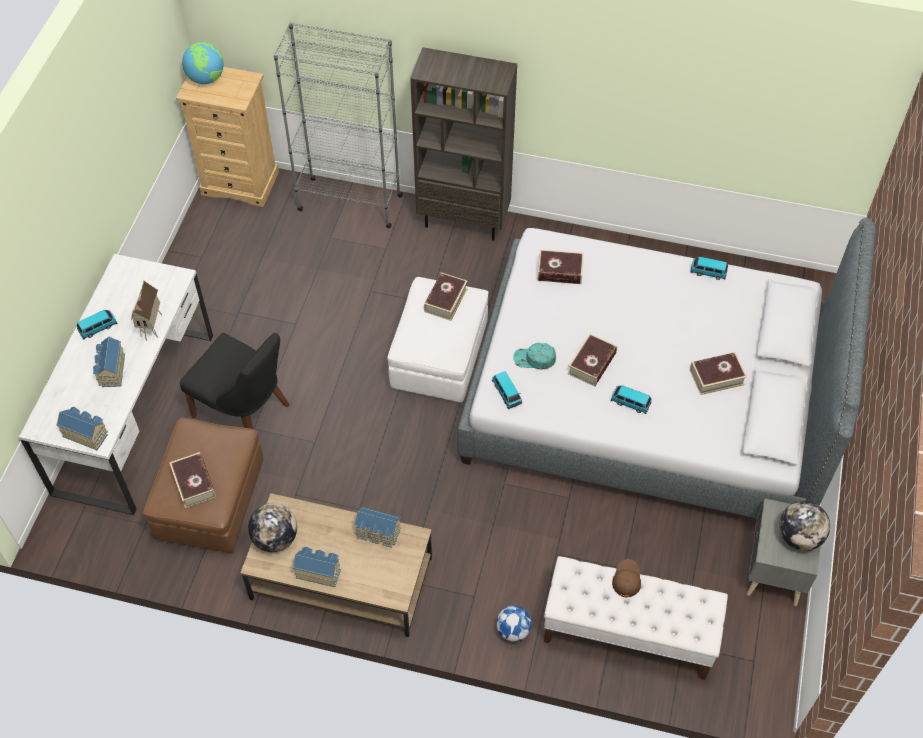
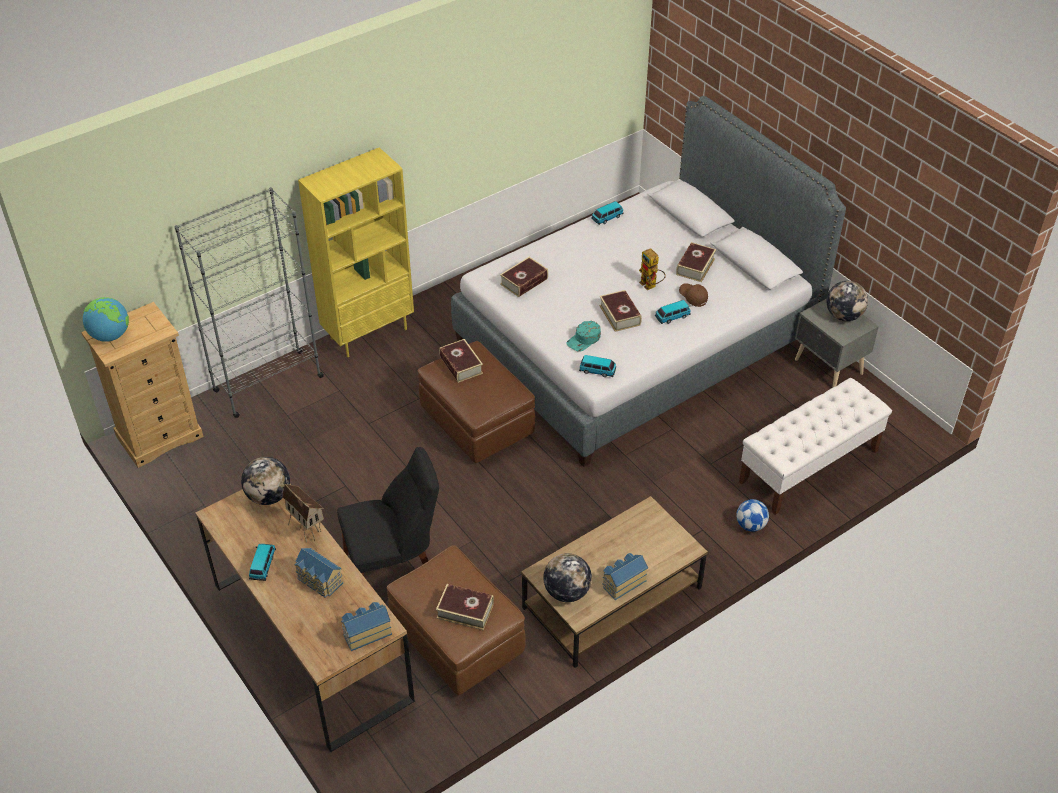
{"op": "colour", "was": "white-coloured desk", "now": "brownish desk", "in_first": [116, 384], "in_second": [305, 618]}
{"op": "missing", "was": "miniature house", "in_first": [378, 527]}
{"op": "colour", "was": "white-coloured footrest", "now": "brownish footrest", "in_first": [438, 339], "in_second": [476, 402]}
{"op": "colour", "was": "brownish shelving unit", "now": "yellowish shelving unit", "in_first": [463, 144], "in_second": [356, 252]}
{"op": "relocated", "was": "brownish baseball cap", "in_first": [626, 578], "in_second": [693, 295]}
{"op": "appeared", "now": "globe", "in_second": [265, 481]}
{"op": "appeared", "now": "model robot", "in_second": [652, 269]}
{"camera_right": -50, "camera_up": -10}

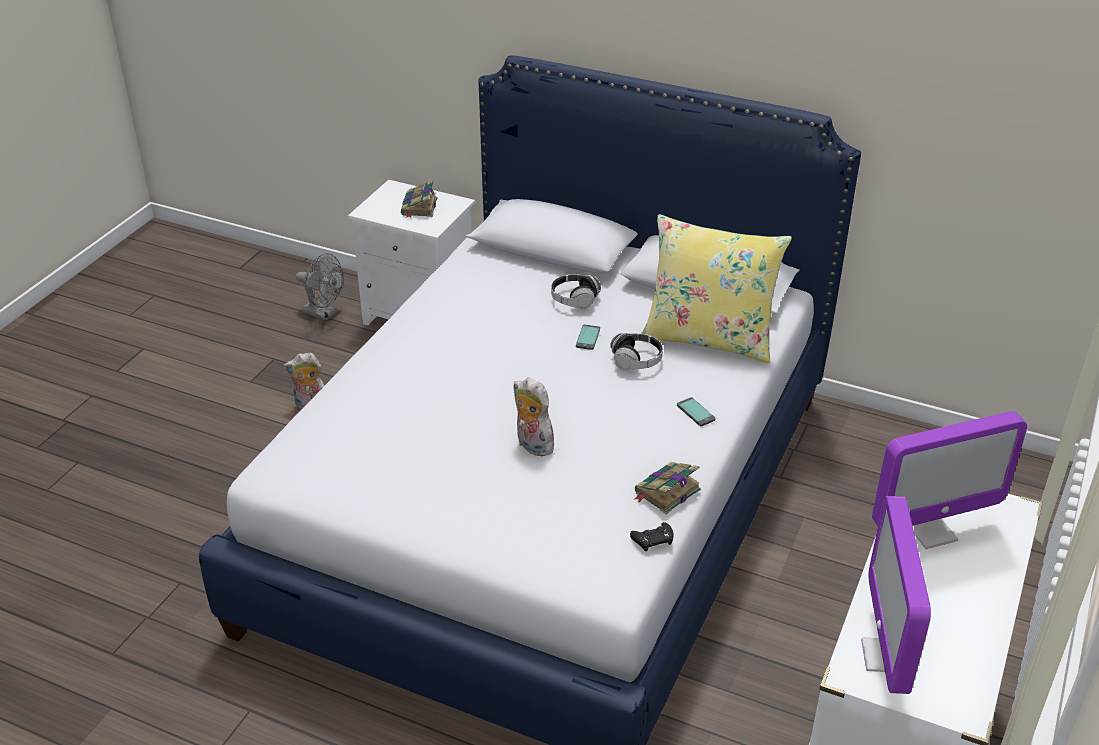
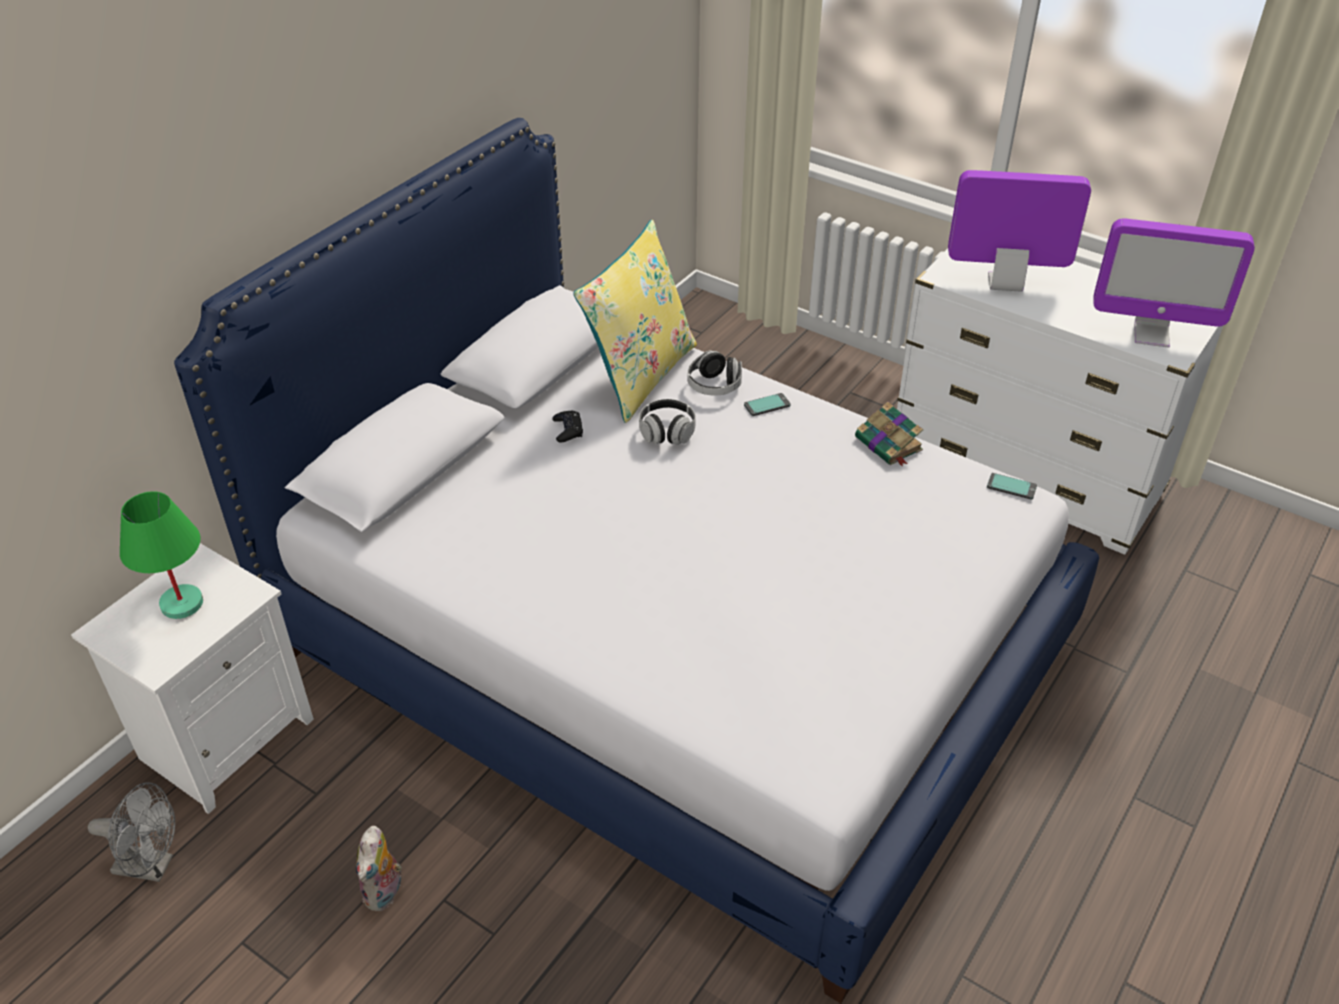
{"op": "spun", "was": "grey cooling fan", "in_first": [320, 287], "in_second": [131, 832], "clockwise": 60}
{"op": "exchanged", "was": "book", "now": "green-coloured lamp for a table", "in_first": [419, 199], "in_second": [161, 555]}
{"op": "missing", "was": "plush toy", "in_first": [535, 417]}
{"op": "relocated", "was": "headset", "in_first": [576, 291], "in_second": [714, 373]}
{"op": "relocated", "was": "telephone", "in_first": [588, 337], "in_second": [1012, 486]}
{"op": "relocated", "was": "black-coloured gamepad", "in_first": [651, 536], "in_second": [567, 426]}
{"op": "spun", "was": "monitor", "in_first": [949, 480], "in_second": [1019, 231], "clockwise": -75}
{"camera_right": -80, "camera_up": 5}

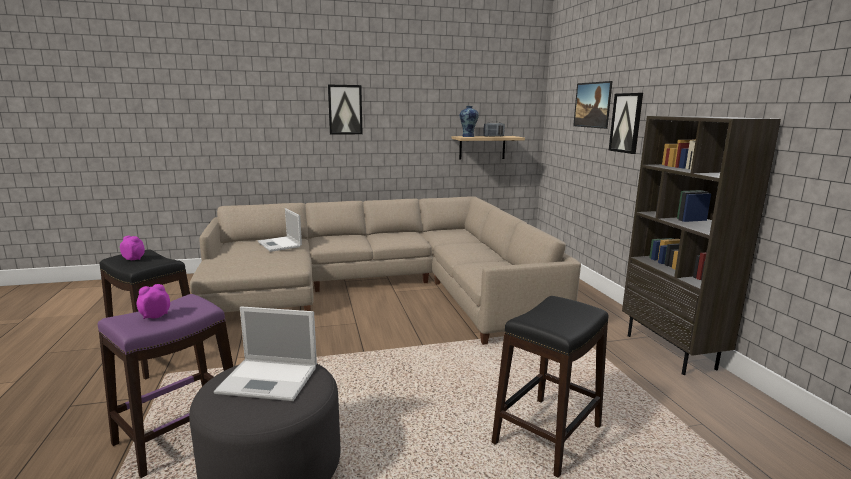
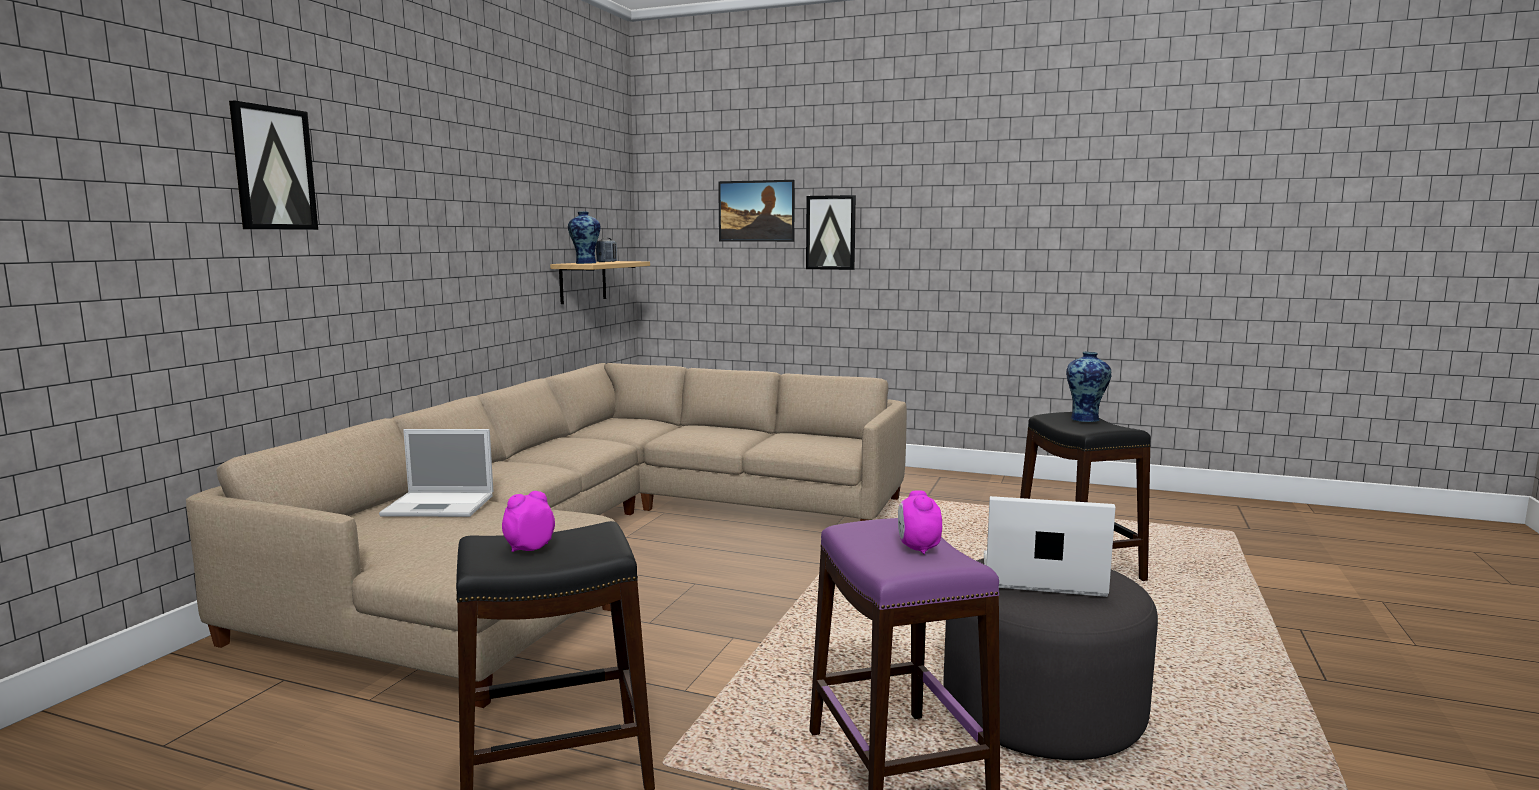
{"op": "spun", "was": "notebook computer", "in_first": [265, 353], "in_second": [1049, 546], "clockwise": -120}
{"op": "relocated", "was": "wall art", "in_first": [345, 109], "in_second": [273, 165]}
{"op": "missing", "was": "brownish shelving unit", "in_first": [701, 245]}
{"op": "appeared", "now": "vase", "in_second": [1088, 387]}
{"camera_right": -55, "camera_up": -5}

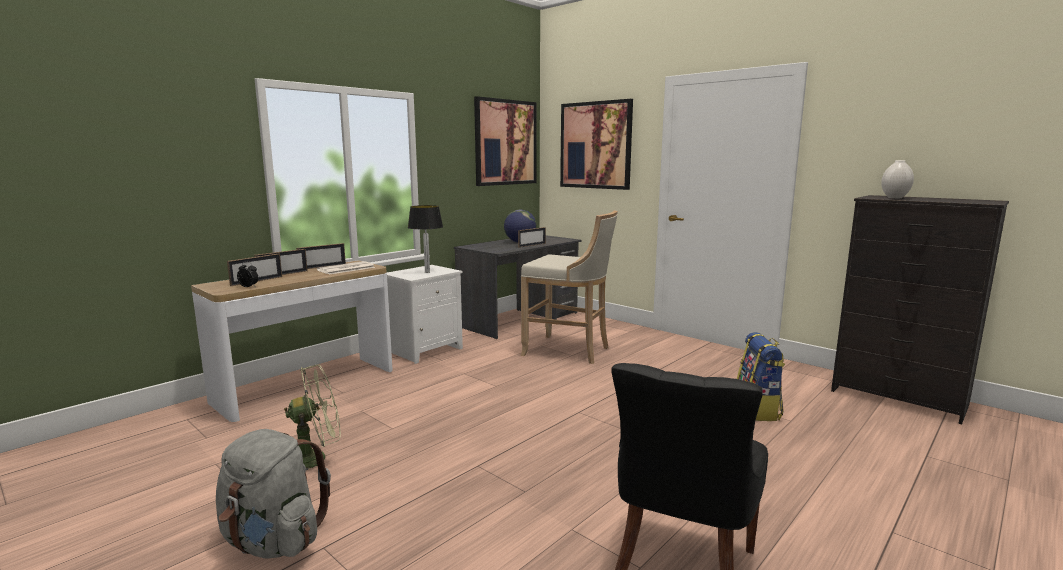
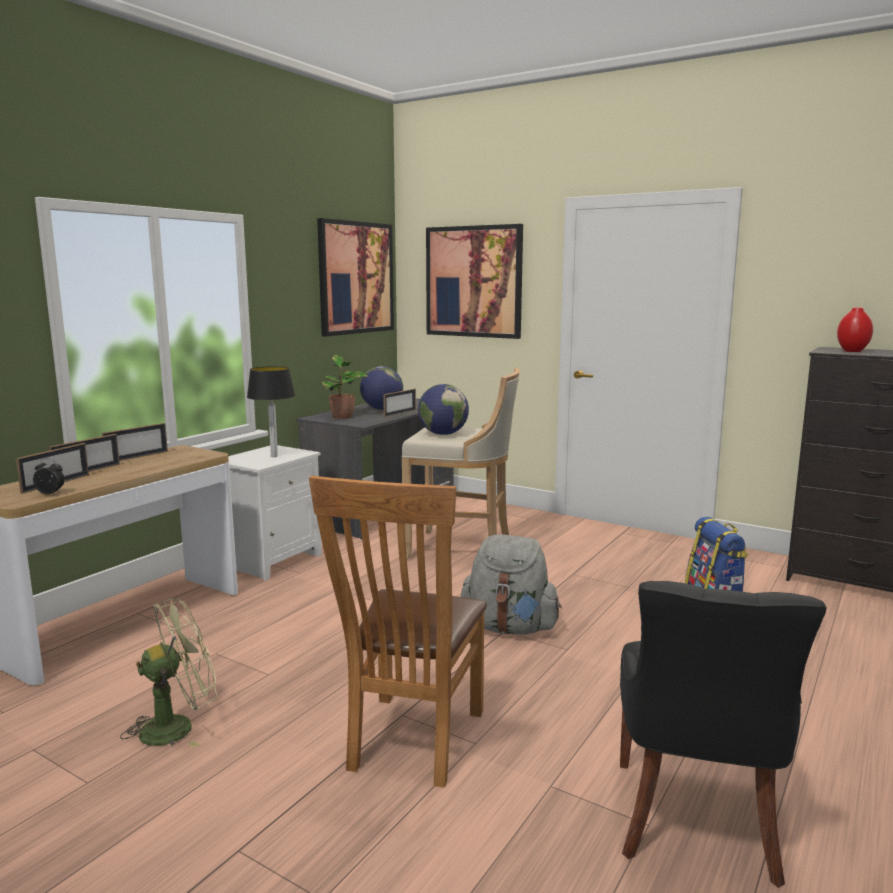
{"op": "relocated", "was": "grey backpack", "in_first": [273, 494], "in_second": [511, 584]}
{"op": "missing", "was": "daily paper", "in_first": [346, 268]}
{"op": "colour", "was": "white-coloured vase", "now": "red-coloured vase", "in_first": [897, 179], "in_second": [855, 330]}
{"op": "appeared", "now": "brownish plain chair", "in_second": [398, 632]}
{"op": "appeared", "now": "potted plant", "in_second": [344, 387]}
{"op": "appeared", "now": "globe", "in_second": [443, 409]}
{"camera_right": -10, "camera_up": 0}

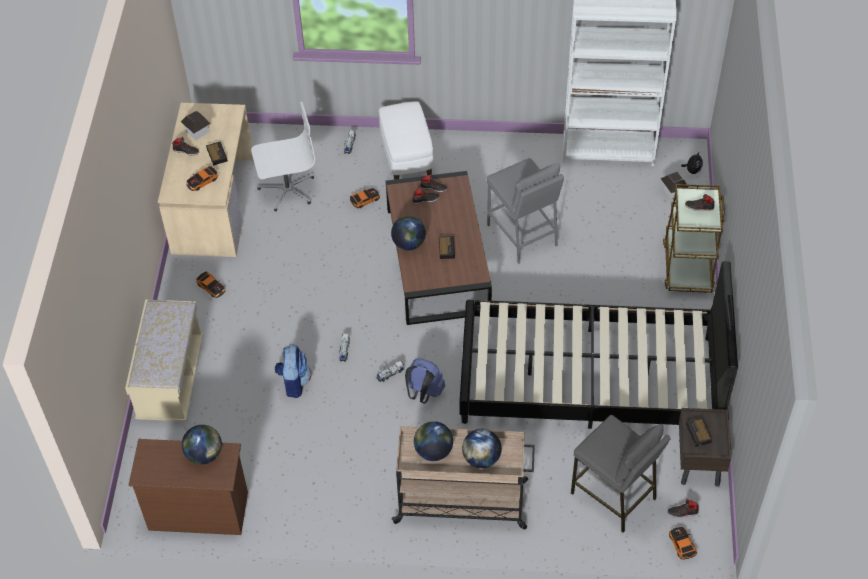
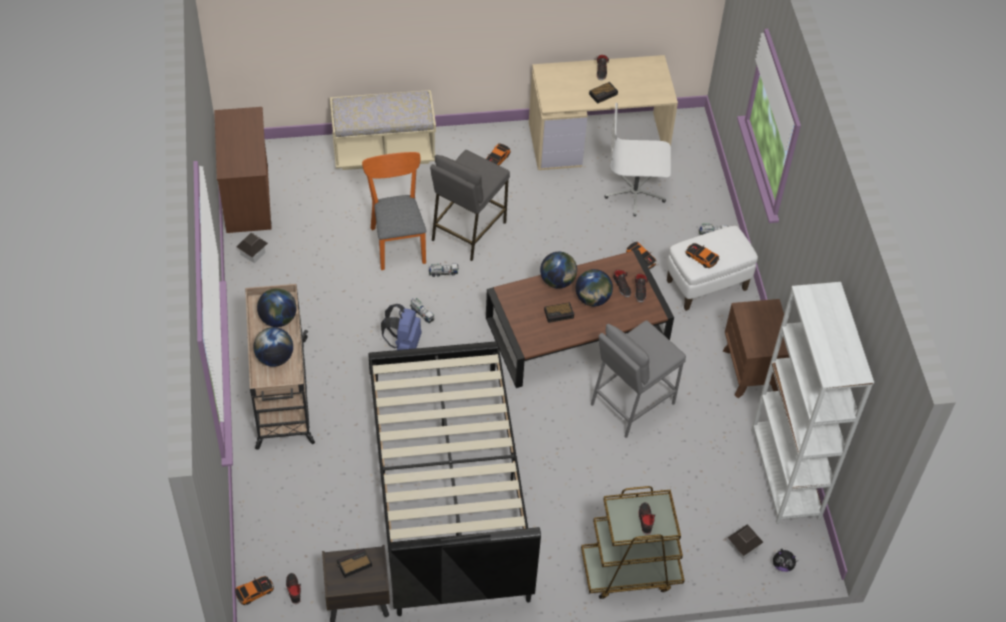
{"op": "relocated", "was": "miniature house", "in_first": [196, 125], "in_second": [252, 247]}
{"op": "relocated", "was": "globe", "in_first": [202, 445], "in_second": [594, 288]}
{"op": "relocated", "was": "toy car", "in_first": [202, 178], "in_second": [702, 255]}
{"op": "spun", "was": "white-coloured office chair", "in_first": [283, 156], "in_second": [638, 160], "clockwise": 120}
{"op": "exchanged", "was": "backpack", "now": "orangey plain chair", "in_first": [293, 371], "in_second": [394, 211]}
{"op": "relocated", "was": "grey stool", "in_first": [621, 474], "in_second": [470, 205]}
{"op": "appeared", "now": "brownish nightstand", "in_second": [756, 348]}
{"camera_right": 75, "camera_up": 0}

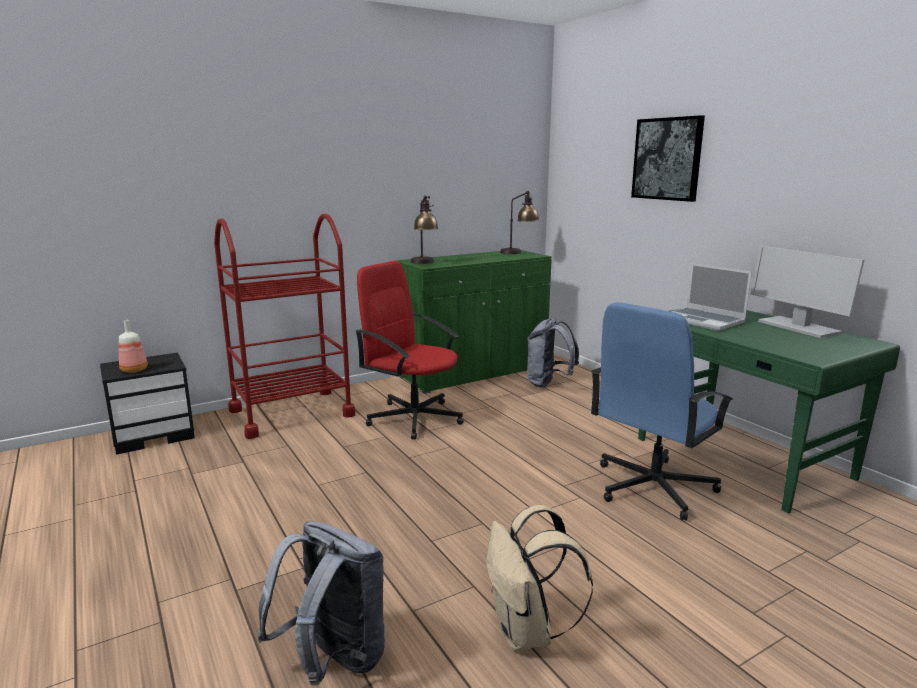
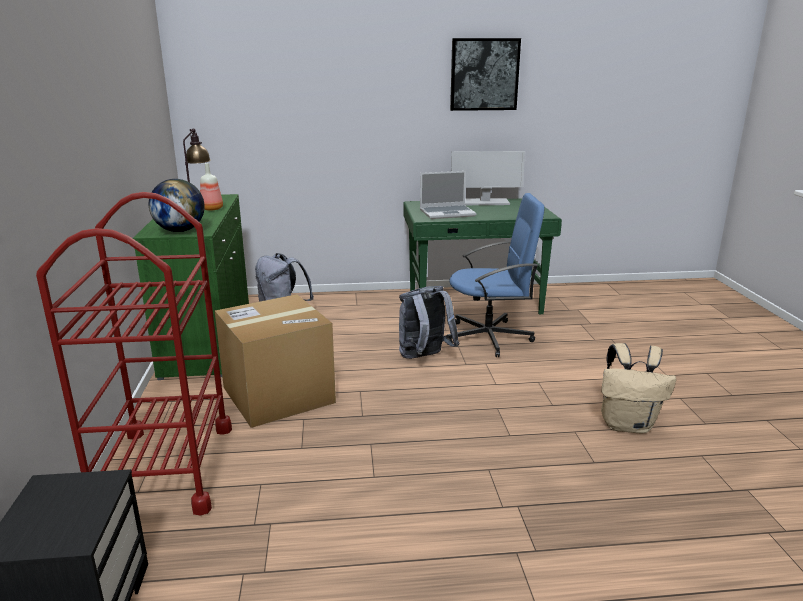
{"op": "relocated", "was": "drink bottle", "in_first": [133, 346], "in_second": [211, 187]}
{"op": "relocated", "was": "grey backpack", "in_first": [321, 603], "in_second": [429, 322]}
{"op": "exchanged", "was": "red-coloured office chair", "now": "packing box", "in_first": [409, 350], "in_second": [275, 361]}
{"op": "exchanged", "was": "lamp for a table", "now": "globe", "in_first": [424, 229], "in_second": [177, 205]}
{"op": "spun", "was": "blue-coloured office chair", "in_first": [662, 411], "in_second": [496, 275], "clockwise": -75}
{"op": "relocated", "was": "wall art", "in_first": [668, 158], "in_second": [485, 74]}
{"camera_right": -65, "camera_up": 5}

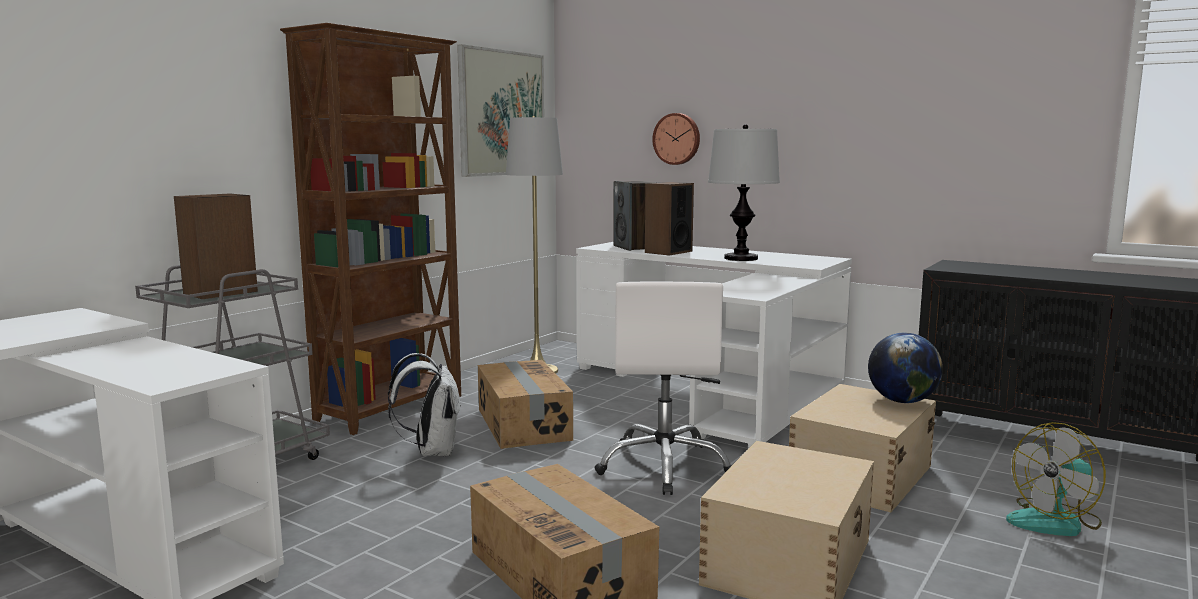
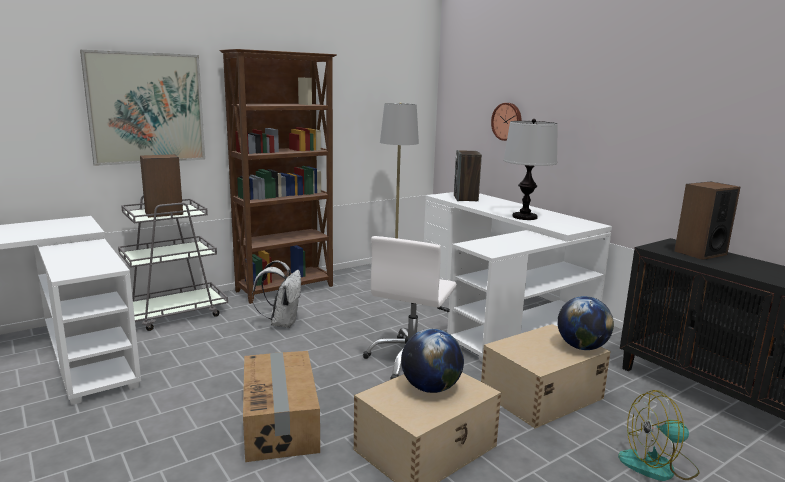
{"op": "relocated", "was": "wall art", "in_first": [500, 110], "in_second": [142, 108]}
{"op": "missing", "was": "packing box", "in_first": [525, 404]}
{"op": "relocated", "was": "audio speaker", "in_first": [669, 219], "in_second": [707, 221]}
{"op": "appeared", "now": "globe", "in_second": [432, 361]}
{"camera_right": 20, "camera_up": 5}

